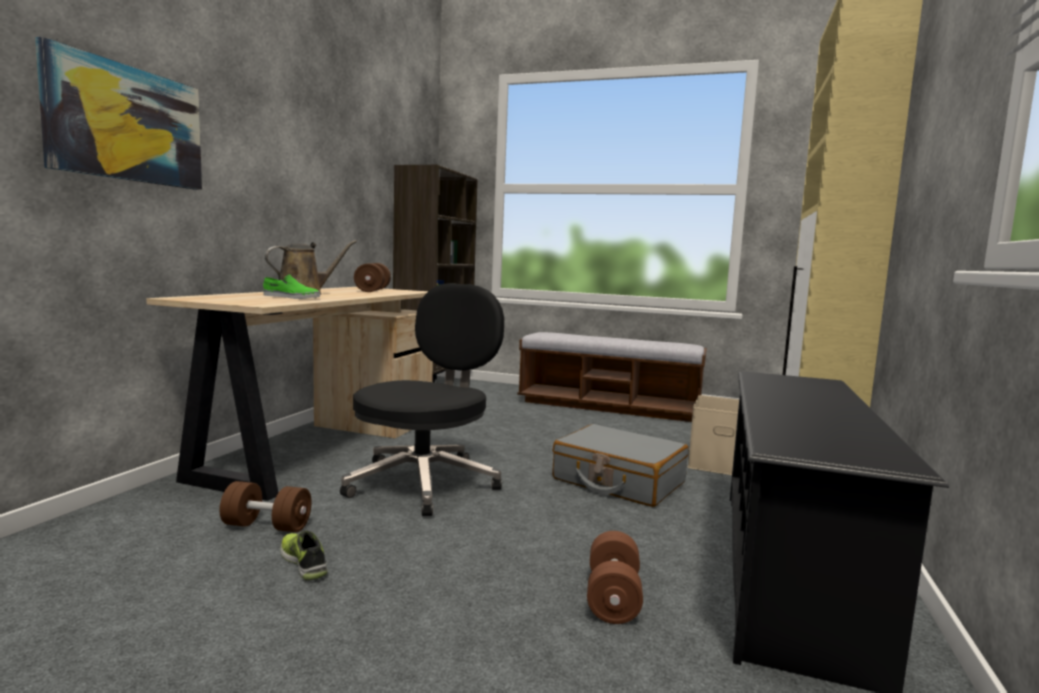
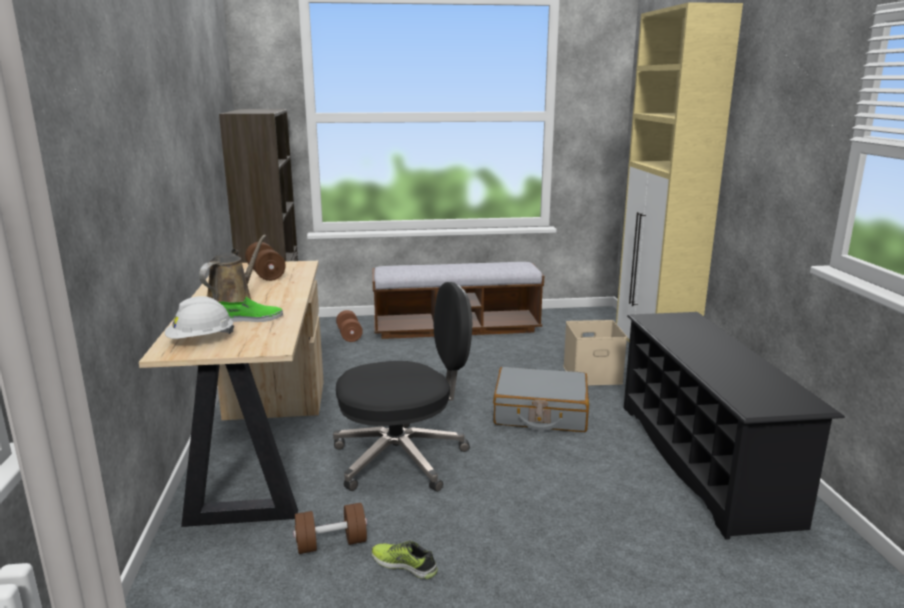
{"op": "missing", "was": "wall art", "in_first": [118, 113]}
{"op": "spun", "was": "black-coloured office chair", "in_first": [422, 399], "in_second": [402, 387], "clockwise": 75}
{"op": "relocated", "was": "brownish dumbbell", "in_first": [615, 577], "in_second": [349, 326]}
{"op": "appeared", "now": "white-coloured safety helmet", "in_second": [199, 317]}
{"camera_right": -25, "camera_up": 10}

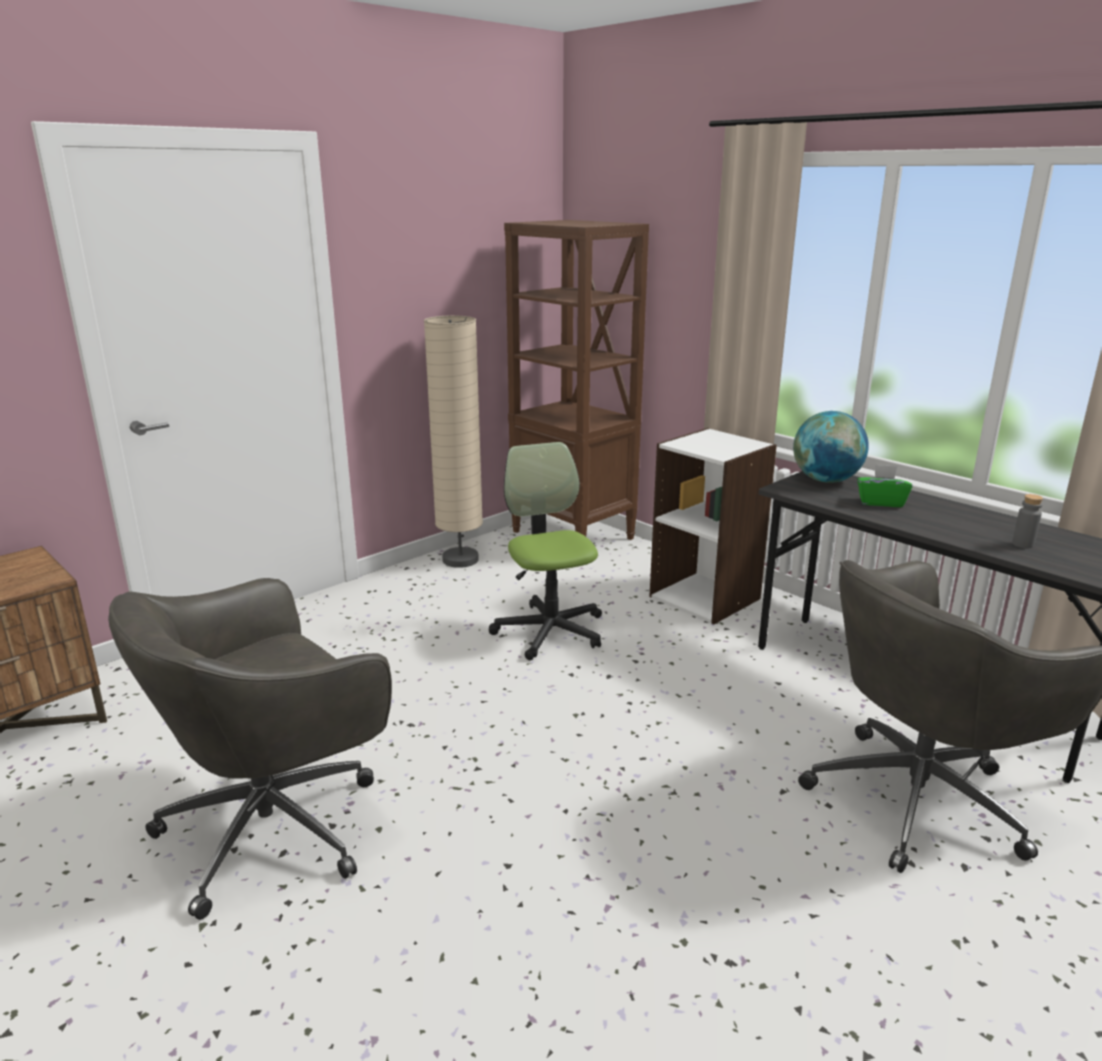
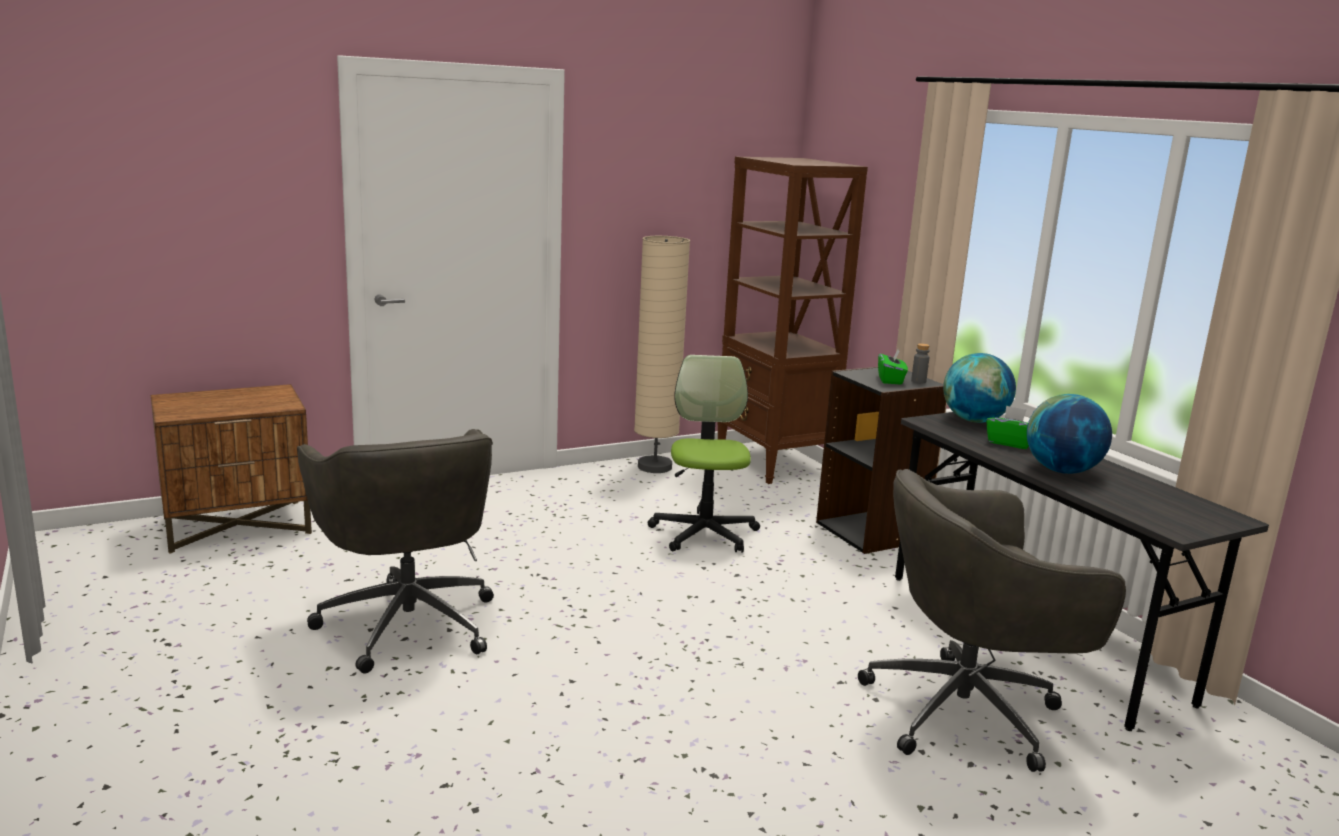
{"op": "spun", "was": "grey office chair", "in_first": [250, 749], "in_second": [395, 551], "clockwise": -90}
{"op": "colour", "was": "white-coloured shelving unit", "now": "black-coloured shelving unit", "in_first": [713, 526], "in_second": [881, 460]}
{"op": "relocated", "was": "grey drink bottle", "in_first": [1027, 521], "in_second": [920, 363]}
{"op": "appeared", "now": "green-coloured tissue box", "in_second": [893, 367]}
{"op": "appeared", "now": "globe", "in_second": [1069, 434]}
{"camera_right": 15, "camera_up": -5}

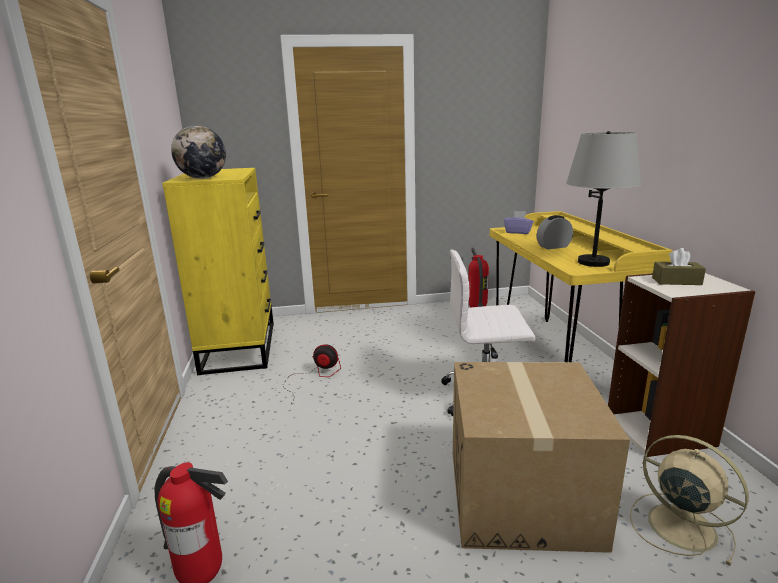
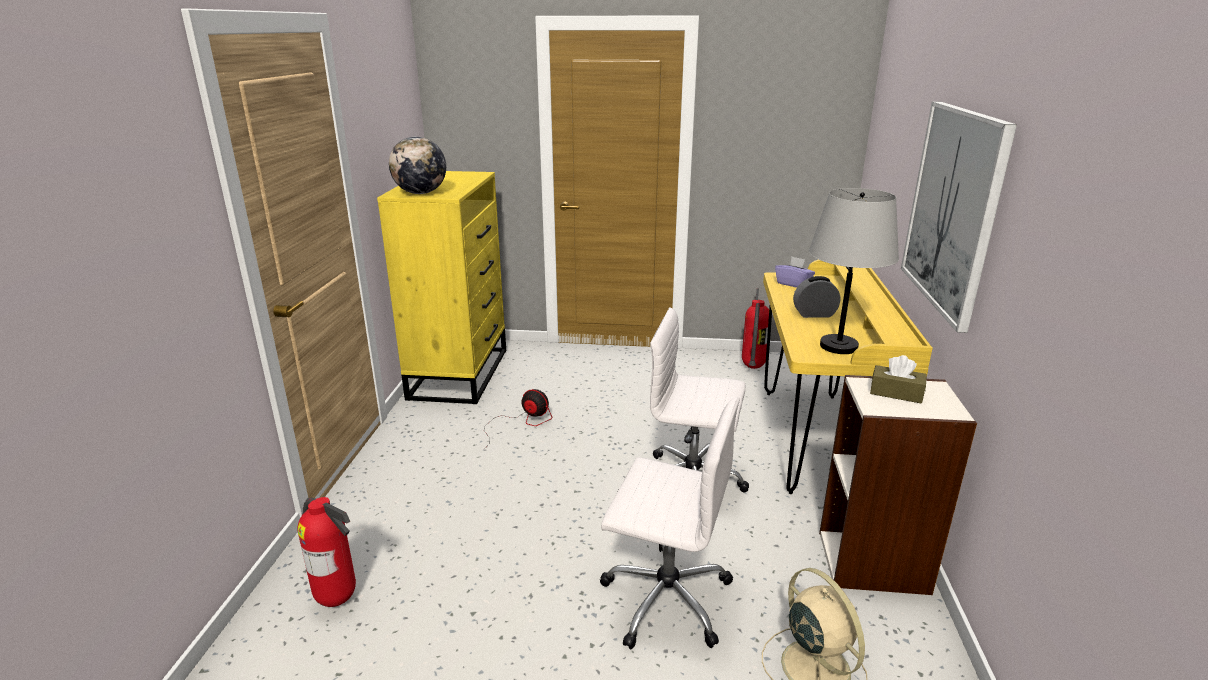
{"op": "exchanged", "was": "packing box", "now": "white-coloured office chair", "in_first": [541, 457], "in_second": [670, 523]}
{"op": "appeared", "now": "wall art", "in_second": [959, 217]}
{"camera_right": 15, "camera_up": 5}

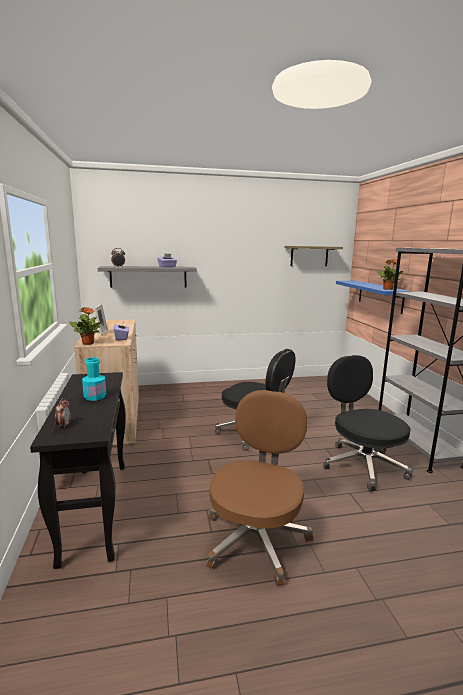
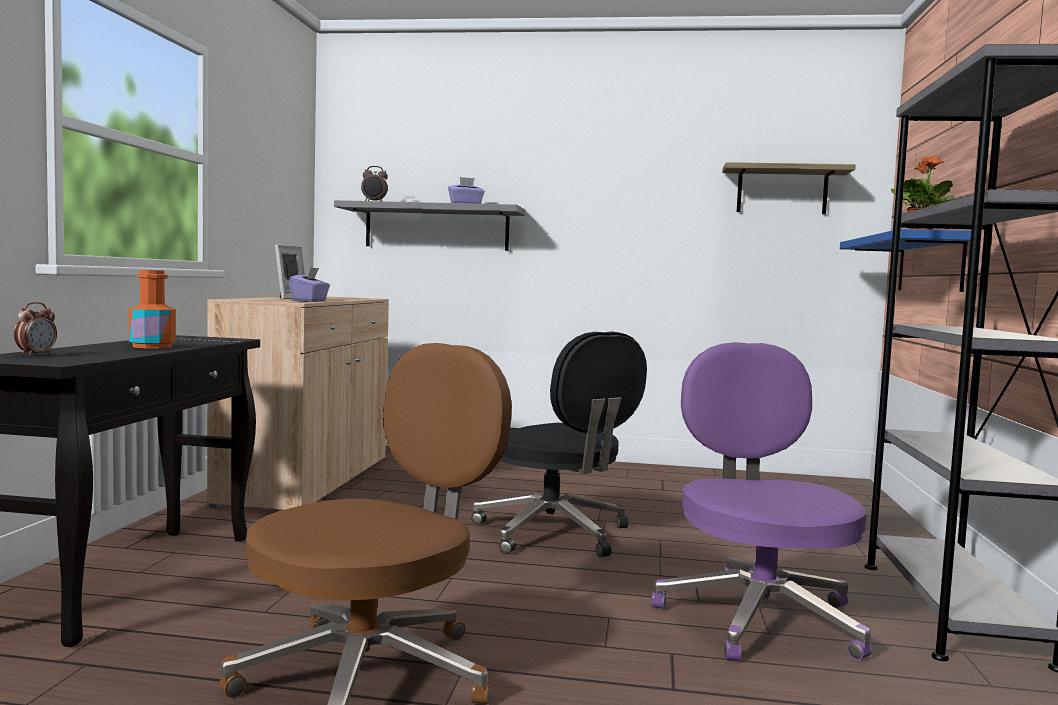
{"op": "missing", "was": "potted plant", "in_first": [85, 326]}
{"op": "colour", "was": "turquoise-coloured drink bottle", "now": "orangey drink bottle", "in_first": [94, 379], "in_second": [152, 309]}
{"op": "colour", "was": "black-coloured office chair", "now": "purple-coloured office chair", "in_first": [368, 423], "in_second": [762, 501]}
{"camera_right": 20, "camera_up": -10}

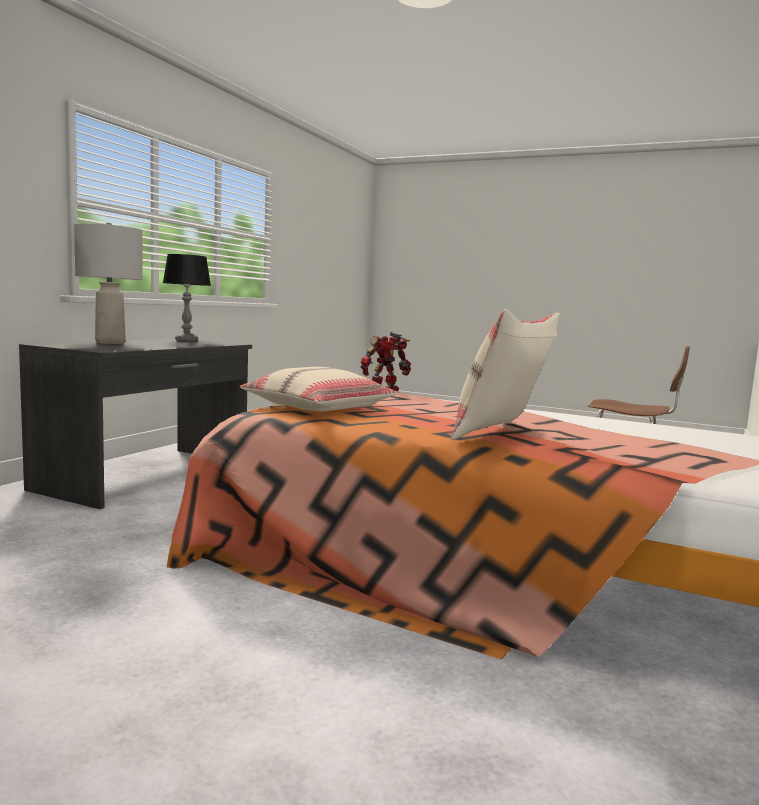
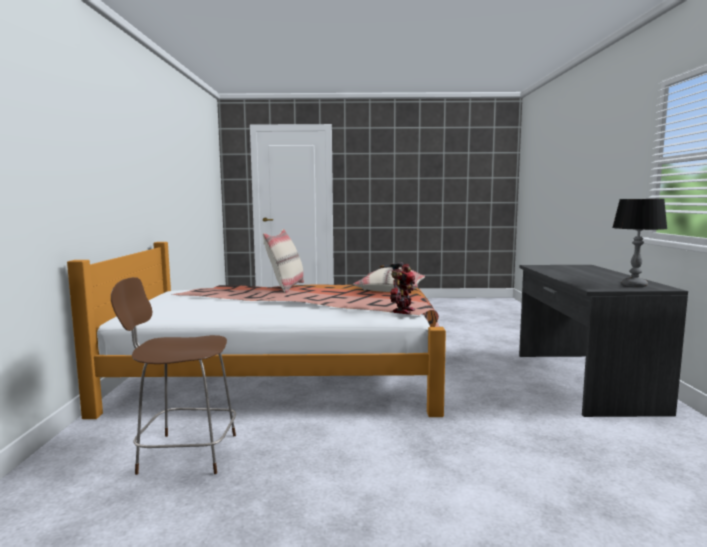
{"op": "missing", "was": "grey lamp for a table", "in_first": [108, 283]}
{"camera_right": 155, "camera_up": 0}

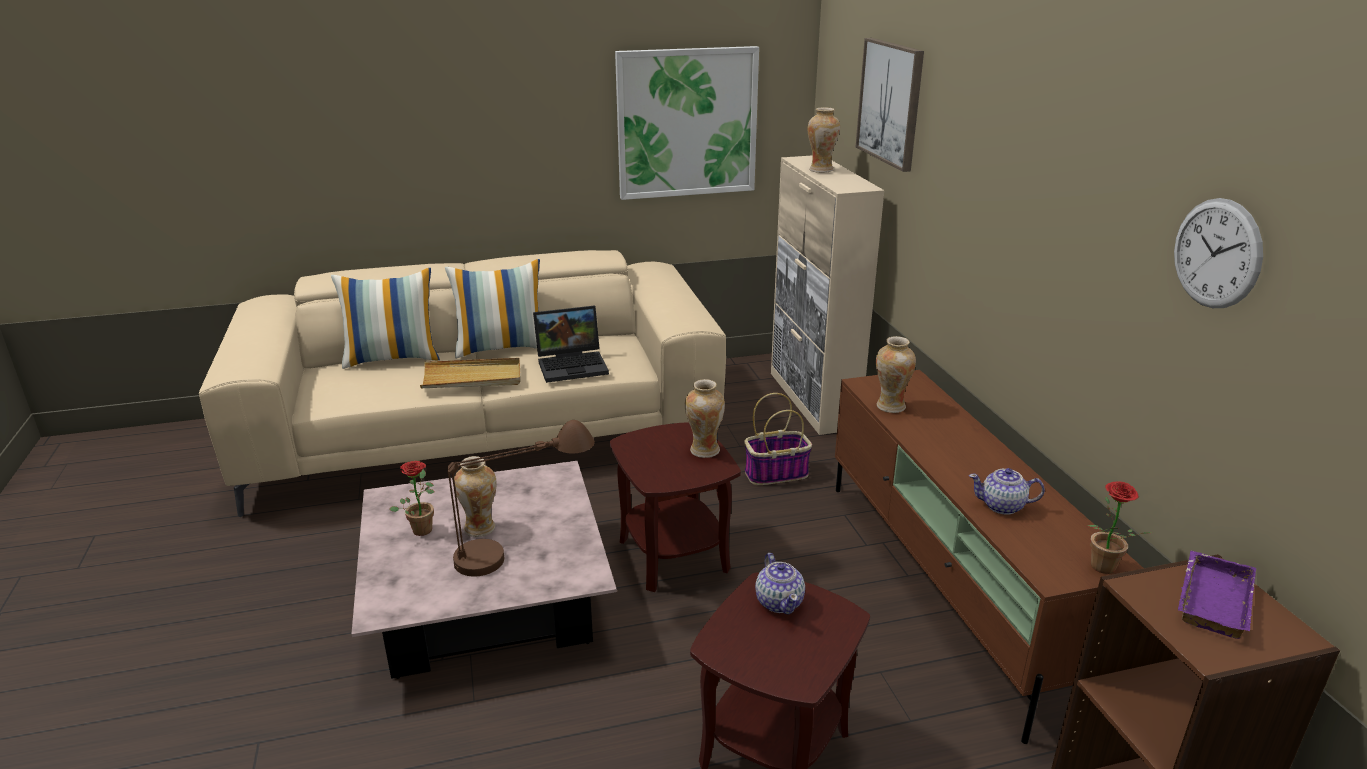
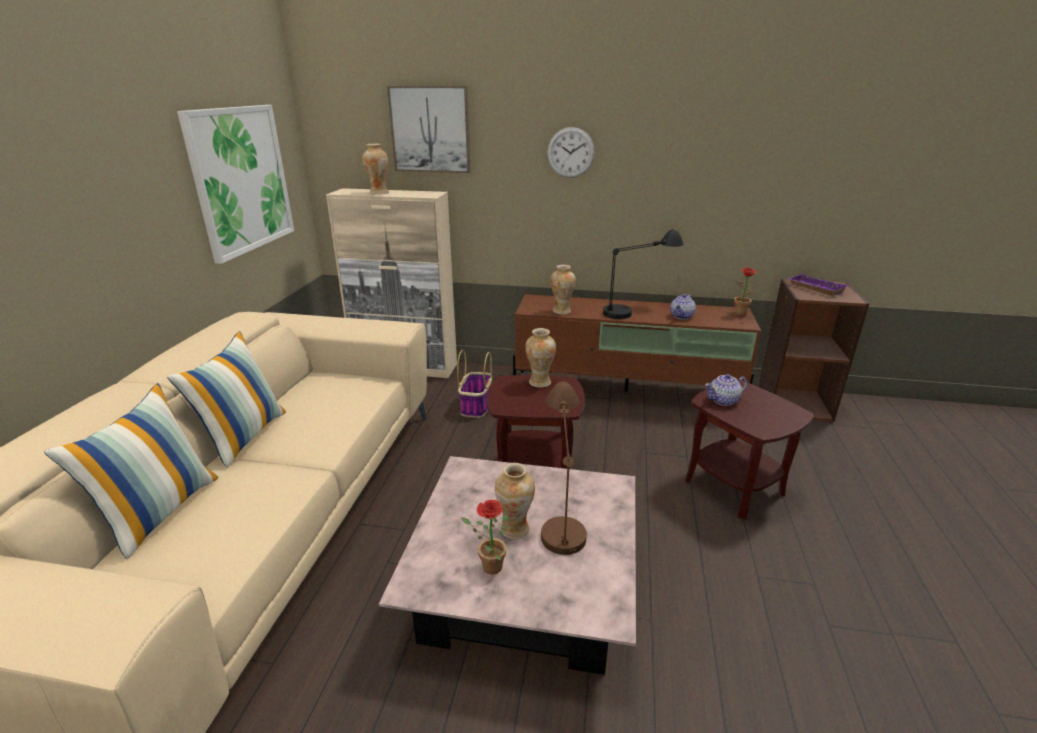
{"op": "missing", "was": "beige carrying tray", "in_first": [470, 373]}
{"op": "missing", "was": "notebook computer", "in_first": [571, 344]}
{"op": "spun", "was": "tea pot", "in_first": [780, 584], "in_second": [726, 390], "clockwise": 150}
{"op": "relocated", "was": "hanging clock", "in_first": [1218, 253], "in_second": [571, 152]}
{"op": "appeared", "now": "black-coloured lamp for a table", "in_second": [643, 274]}
{"camera_right": -65, "camera_up": 0}

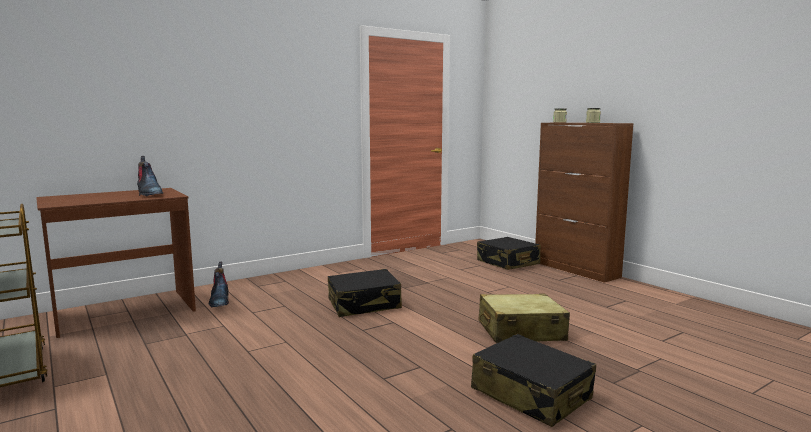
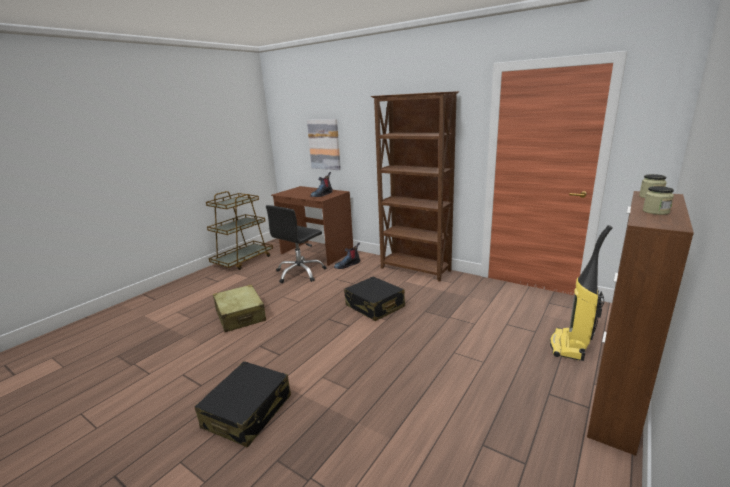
{"op": "exchanged", "was": "black-coloured travel case", "now": "vacuum", "in_first": [509, 253], "in_second": [581, 293]}
{"op": "relocated", "was": "beige travel case", "in_first": [524, 318], "in_second": [239, 308]}
{"op": "appeared", "now": "black-coloured office chair", "in_second": [296, 244]}
{"op": "appeared", "now": "wall art", "in_second": [324, 144]}
{"op": "appeared", "now": "brownish shelving unit", "in_second": [415, 186]}
{"camera_right": 70, "camera_up": 10}

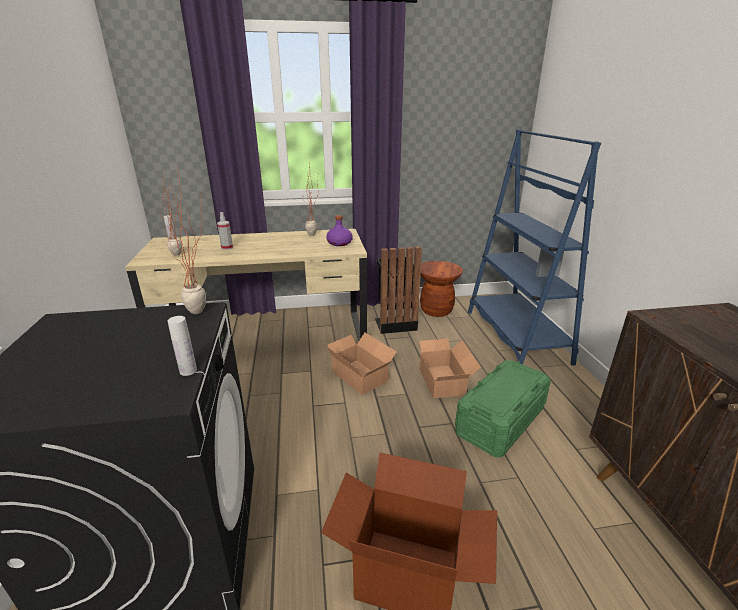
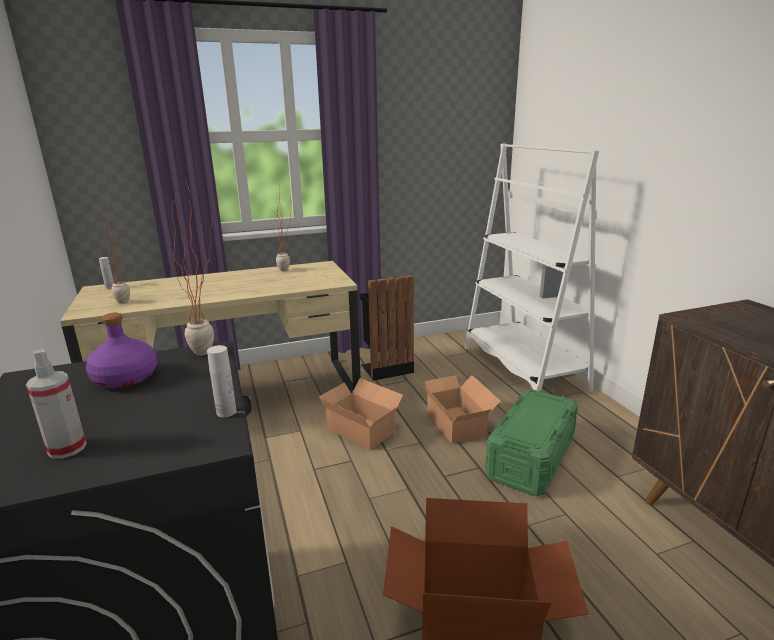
{"op": "relocated", "was": "sprayer", "in_first": [225, 231], "in_second": [56, 404]}
{"op": "relocated", "was": "purple-coloured drink bottle", "in_first": [339, 230], "in_second": [121, 350]}
{"op": "missing", "was": "brownish stool", "in_first": [441, 289]}
{"op": "colour", "was": "blue-coloured shelving unit", "now": "white-coloured shelving unit", "in_first": [534, 247], "in_second": [532, 267]}
{"camera_right": -10, "camera_up": -5}

